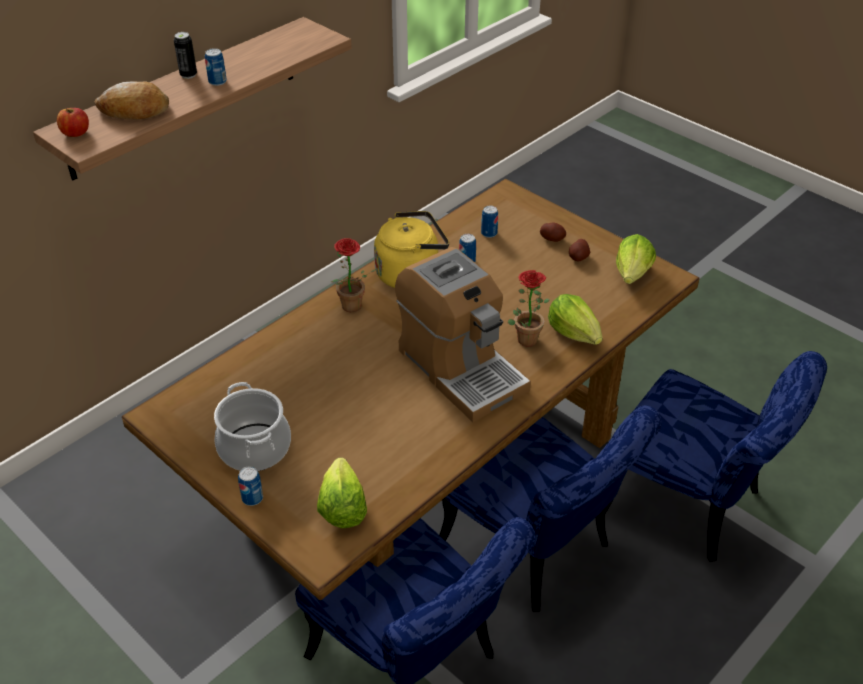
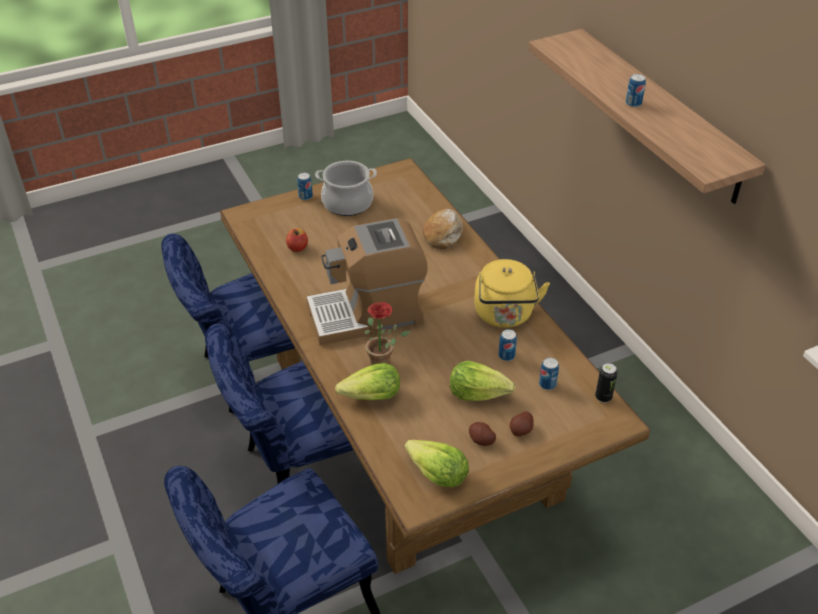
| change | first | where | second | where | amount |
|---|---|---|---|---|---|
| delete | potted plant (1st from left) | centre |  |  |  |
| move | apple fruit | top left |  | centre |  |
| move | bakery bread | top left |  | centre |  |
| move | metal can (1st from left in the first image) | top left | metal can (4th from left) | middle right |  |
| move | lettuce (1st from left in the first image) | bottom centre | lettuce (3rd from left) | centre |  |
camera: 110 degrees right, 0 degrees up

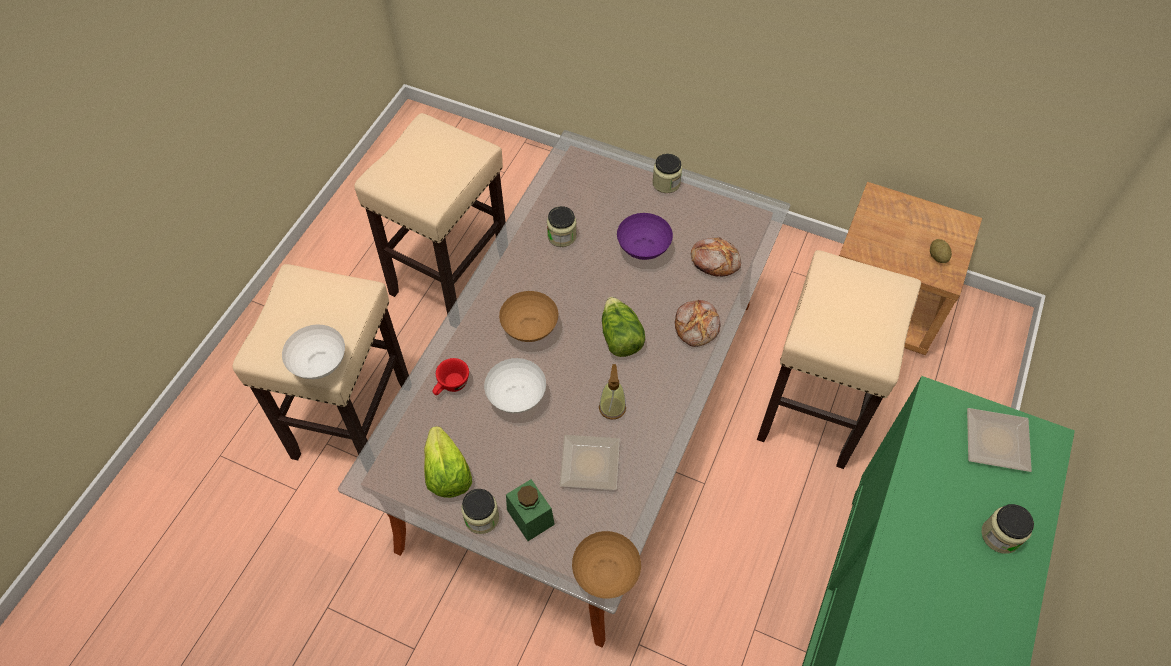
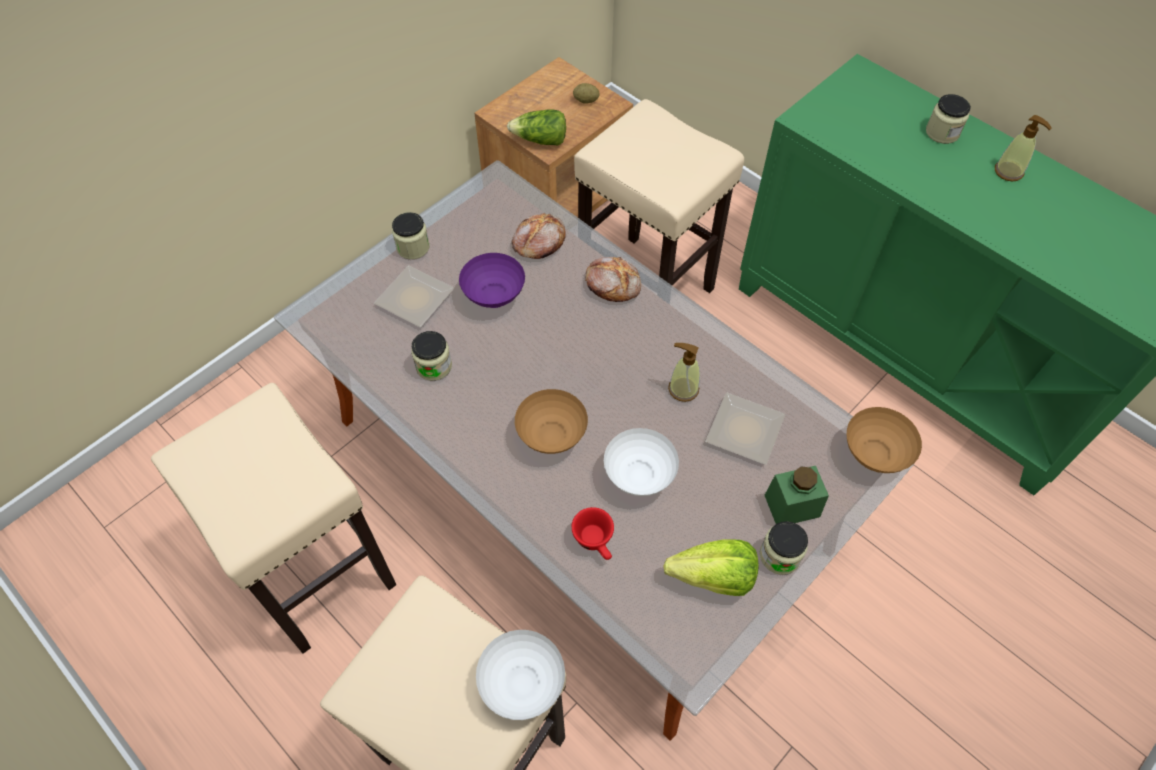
| change | first | where | second | where | amount |
|---|---|---|---|---|---|
| insert |  |  | liquid soap bottle (2nd from left) | top right |  |
| move | lettuce (2nd from left in the first image) | centre | lettuce (1st from left) | top centre |  |
| move | flat dish (2nd from left in the first image) | middle right | flat dish (1st from left) | centre |  |
camera: 70 degrees left, 0 degrees up

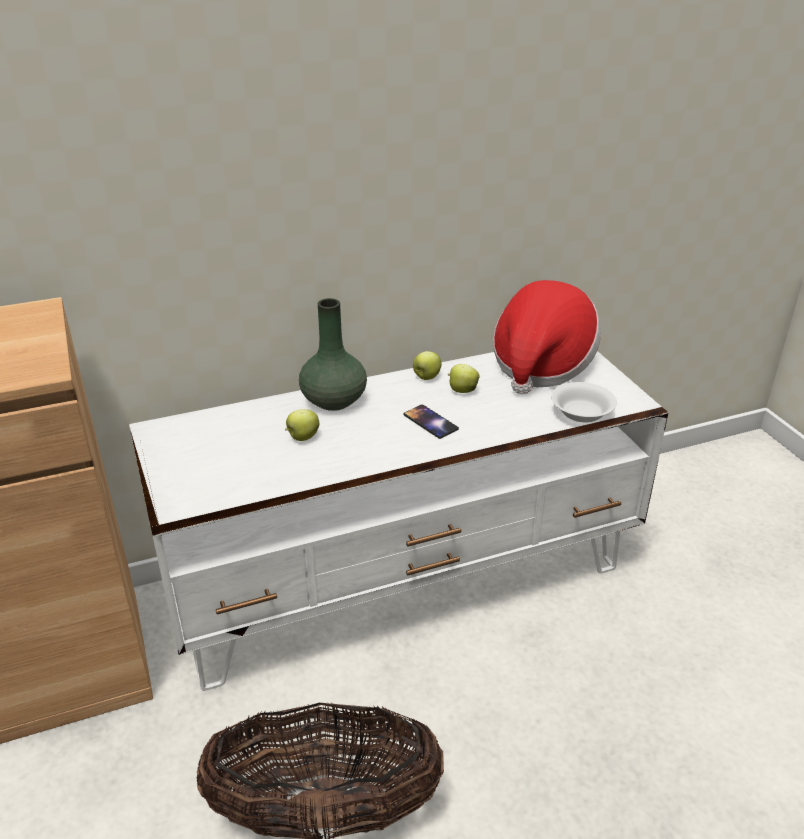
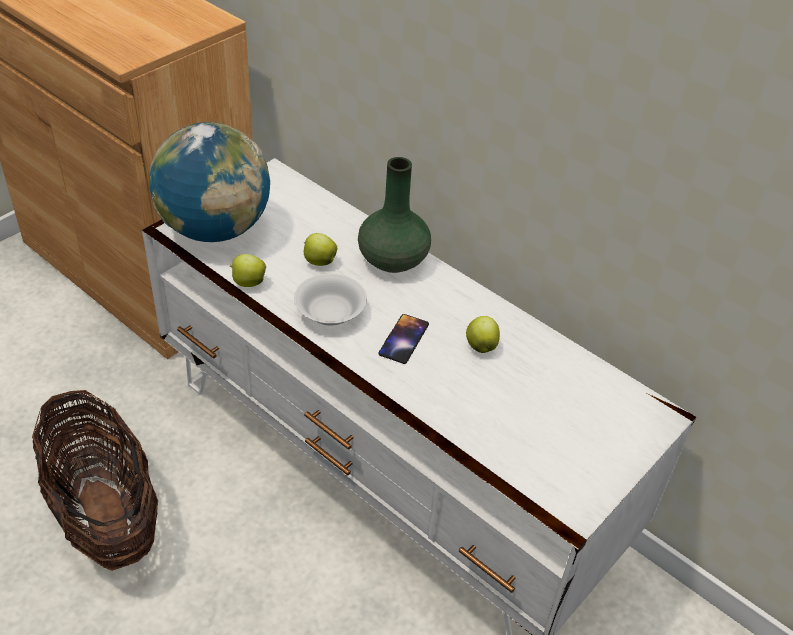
| change | first | where | second | where | amount |
|---|---|---|---|---|---|
| delete | wearable hat | middle right |  |  |  |
| insert |  |  | globe | top left |  |
| move | apple fruit (2nd from left in the first image) | centre | apple fruit (1st from left) | middle left |  |
| move | deep dish/white | middle right |  | centre |  |
camera: 60 degrees right, 10 degrees up

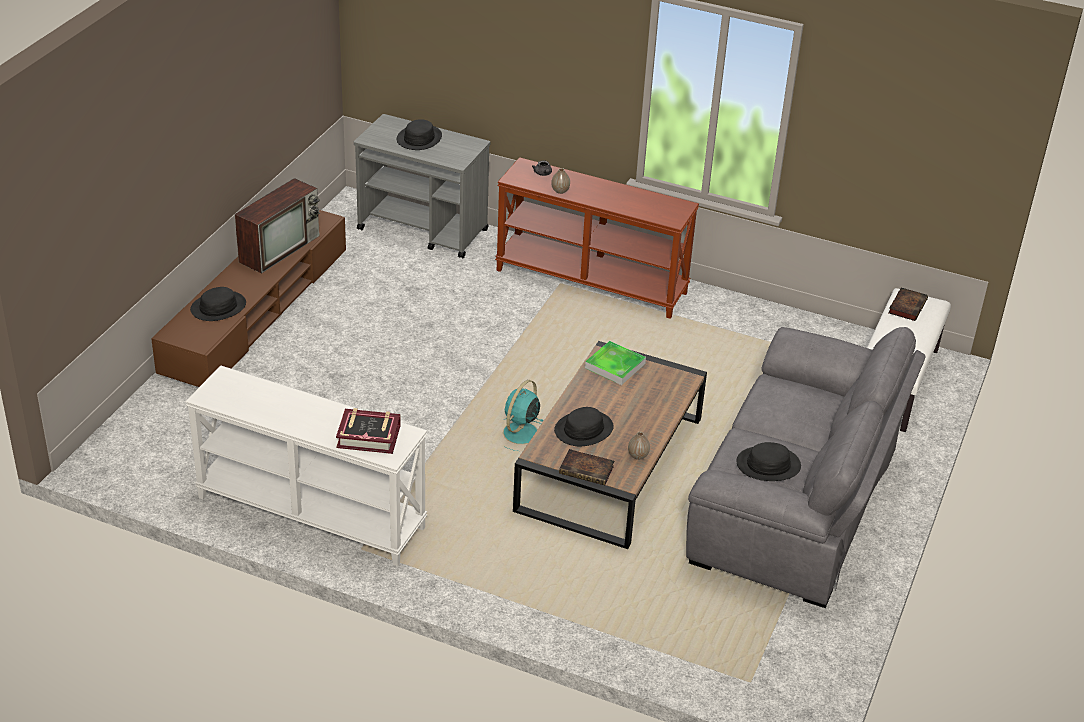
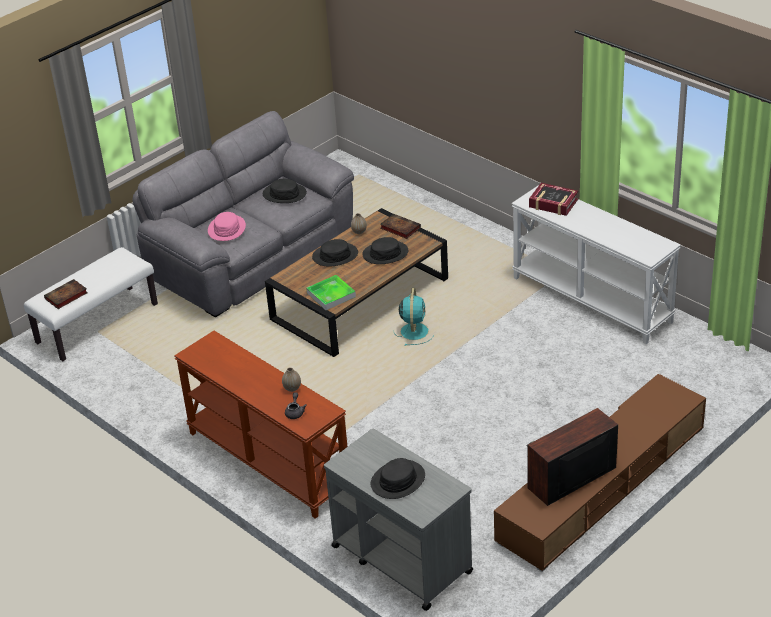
| change | first | where | second | where | amount |
|---|---|---|---|---|---|
| insert |  |  | wearable hat/pink-coloured | middle left |  |
| move | wearable hat/black (1st from left in the first image) | middle left | wearable hat/black (2nd from left) | centre |  |
| rotate | electric fan/turquoise | centre |  | centre | 45 degrees counterclockwise |
camera: 155 degrees left, 0 degrees up

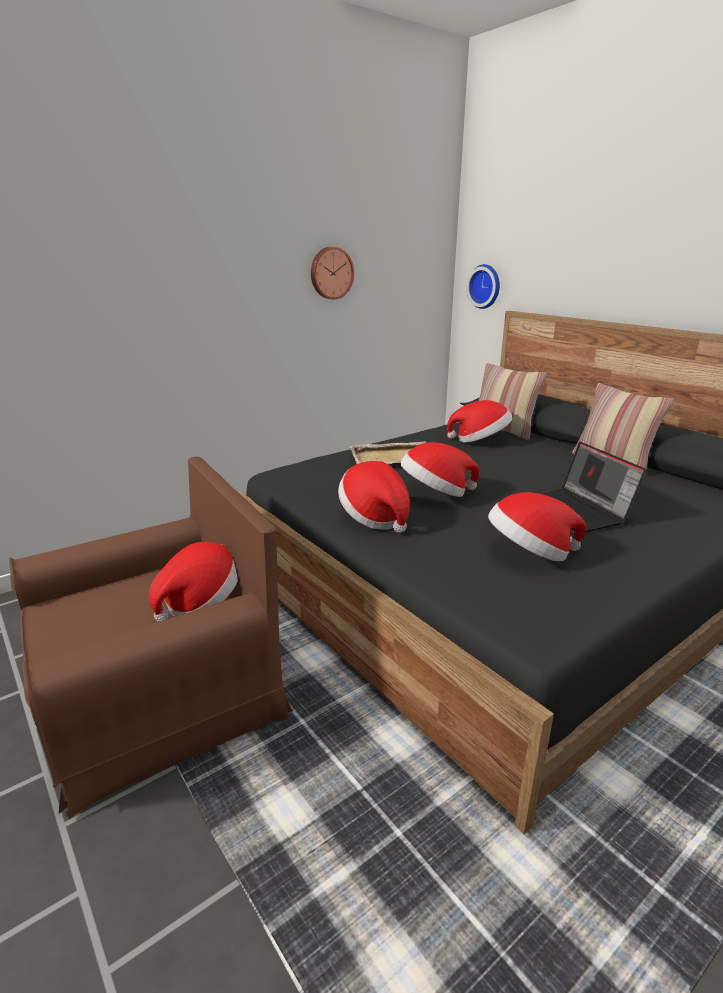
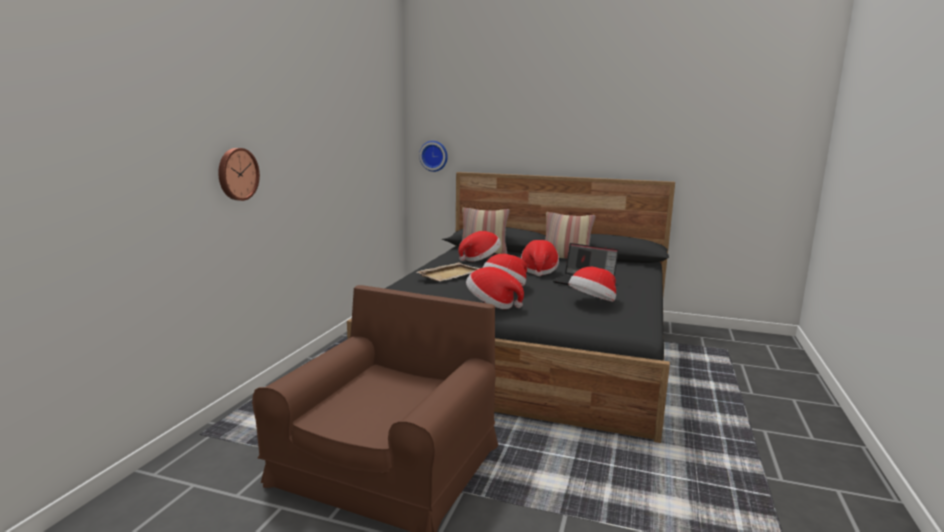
| change | first | where | second | where | amount |
|---|---|---|---|---|---|
| move | wearable hat (1st from left in the first image) | middle left | wearable hat (4th from left) | centre |  |
| move | clock on the wall (1st from left) | top centre |  | top left |  |
camera: 35 degrees left, 10 degrees down

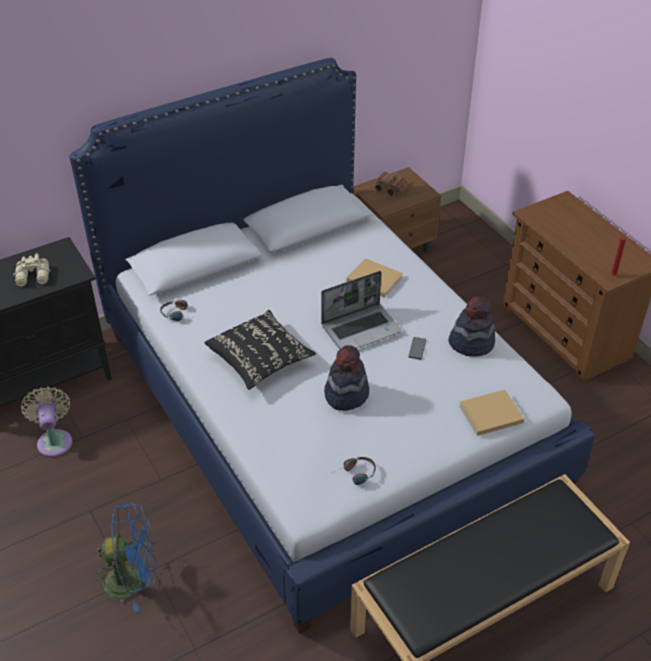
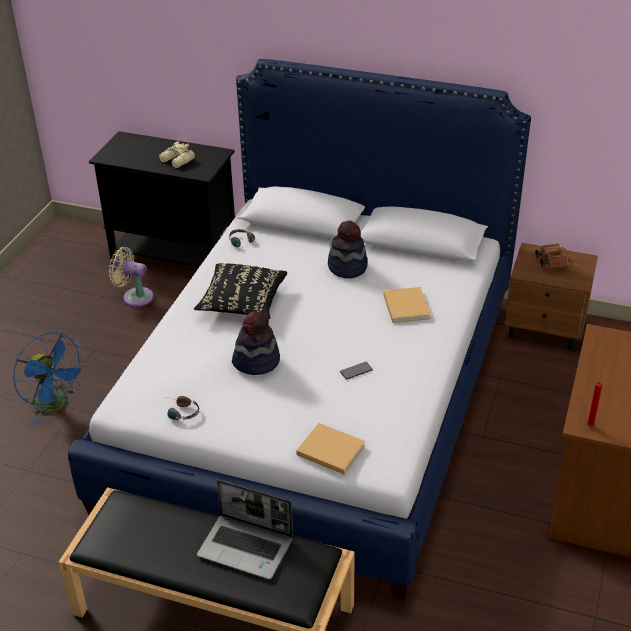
| change | first | where | second | where | amount |
|---|---|---|---|---|---|
| move | laptop | centre |  | bottom centre |  |
| move | wearable hat (2nd from left) | middle right |  | centre |  |
| rotate | electric fan/sand-coloured | middle left |  | middle left | 105 degrees counterclockwise |
camera: 50 degrees right, 5 degrees down

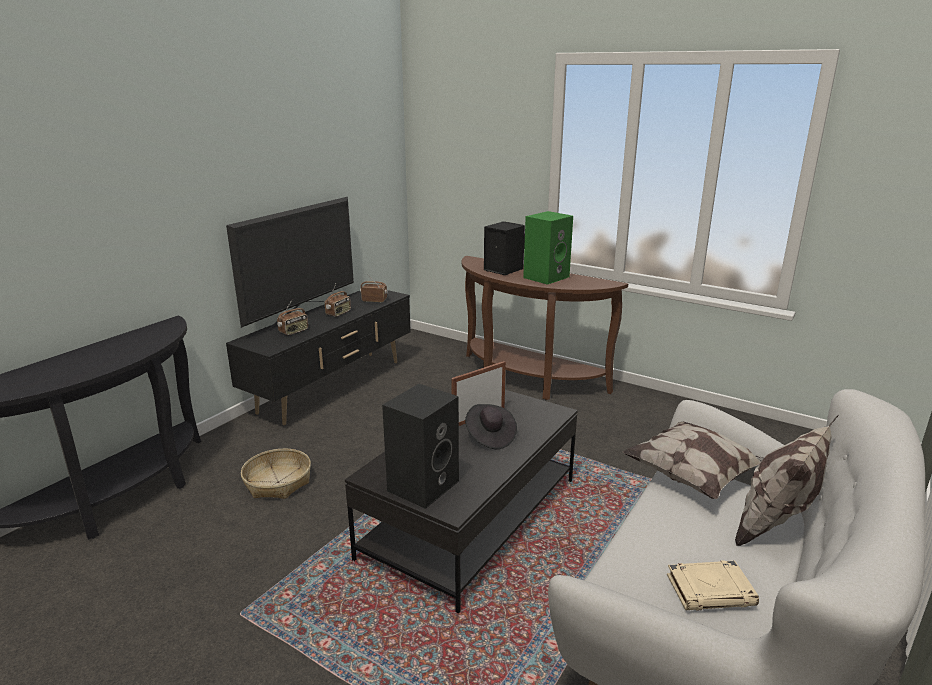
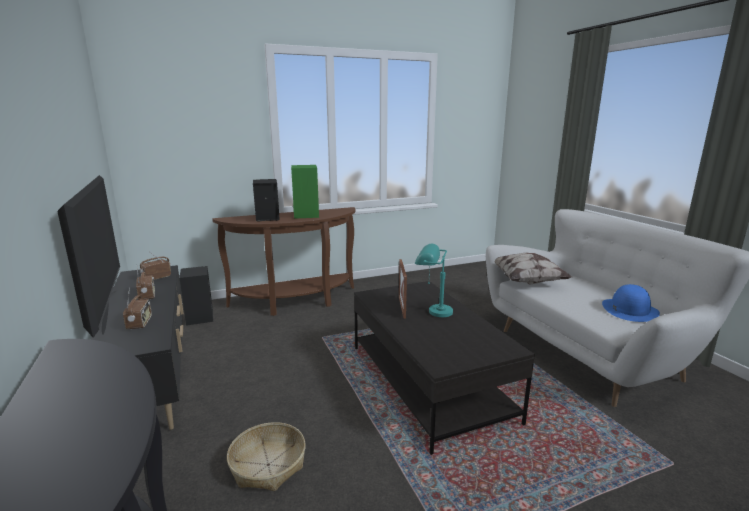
| change | first | where | second | where | amount |
|---|---|---|---|---|---|
| delete | cushion (2nd from left) | bottom right |  |  |  |
| move | audio speaker/black (1st from left) | centre |  | middle left |  |
| replace | wearable hat/black | centre | tabletop lamp/turquoise | centre |  |
| replace | book/sand-coloured | bottom right | wearable hat/blue | middle right |  |
camera: 55 degrees left, 5 degrees down

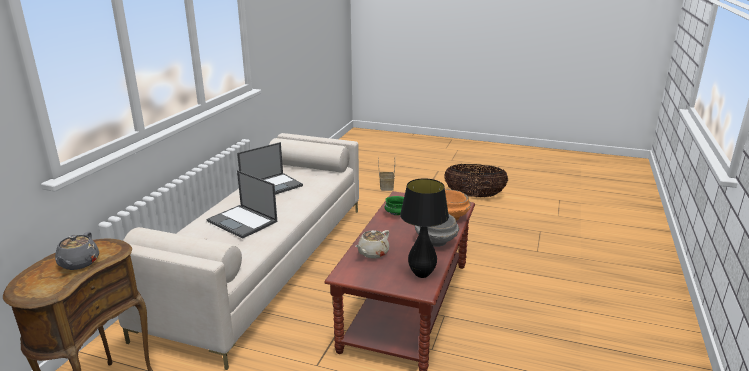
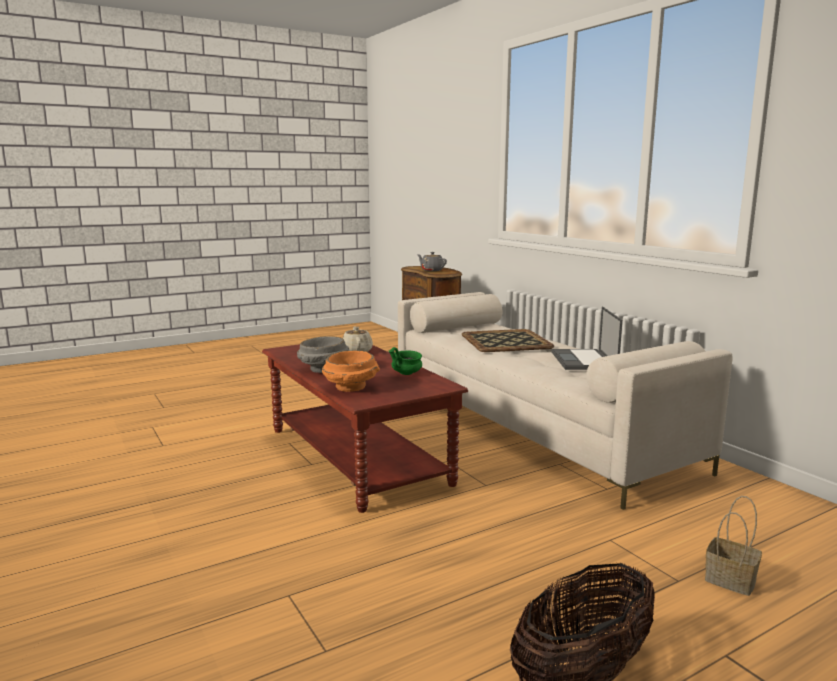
| change | first | where | second | where | amount |
|---|---|---|---|---|---|
| delete | tabletop lamp/black | centre |  |  |  |
| replace | laptop (1st from left) | middle left | serving tray | centre |  |
camera: 130 degrees right, 10 degrees down

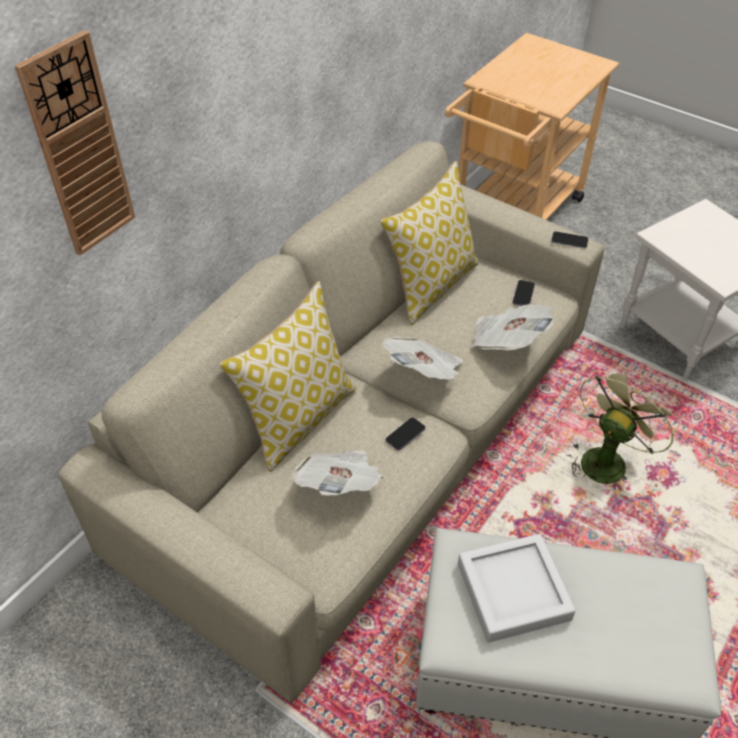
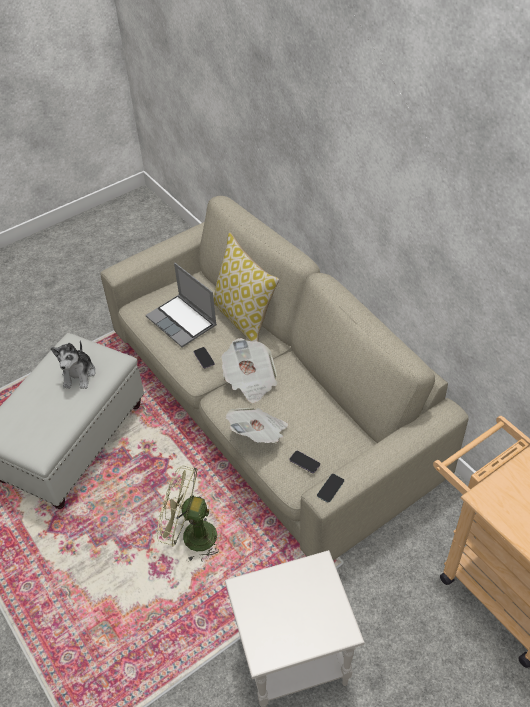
| change | first | where | second | where | amount |
|---|---|---|---|---|---|
| delete | clock on the wall | top left |  |  |  |
| delete | cushion (2nd from left) | top centre |  |  |  |
| replace | newspaper (1st from left) | centre | laptop | centre |  |
| replace | serving tray/greyish | bottom right | cuddly toy | middle left |  |
| rotate | electric fan/greenish | middle right |  | bottom centre | 135 degrees clockwise |
camera: 110 degrees right, 0 degrees up

